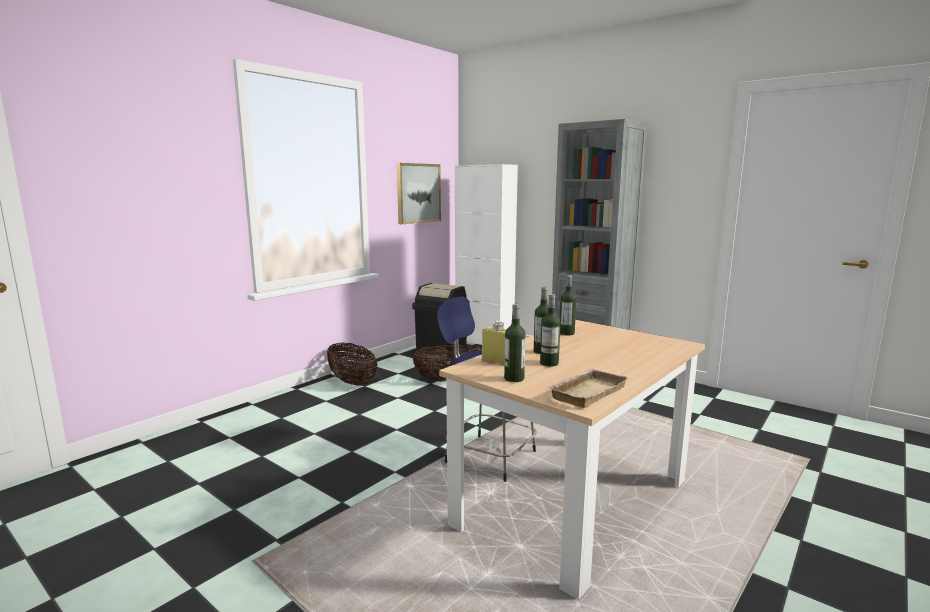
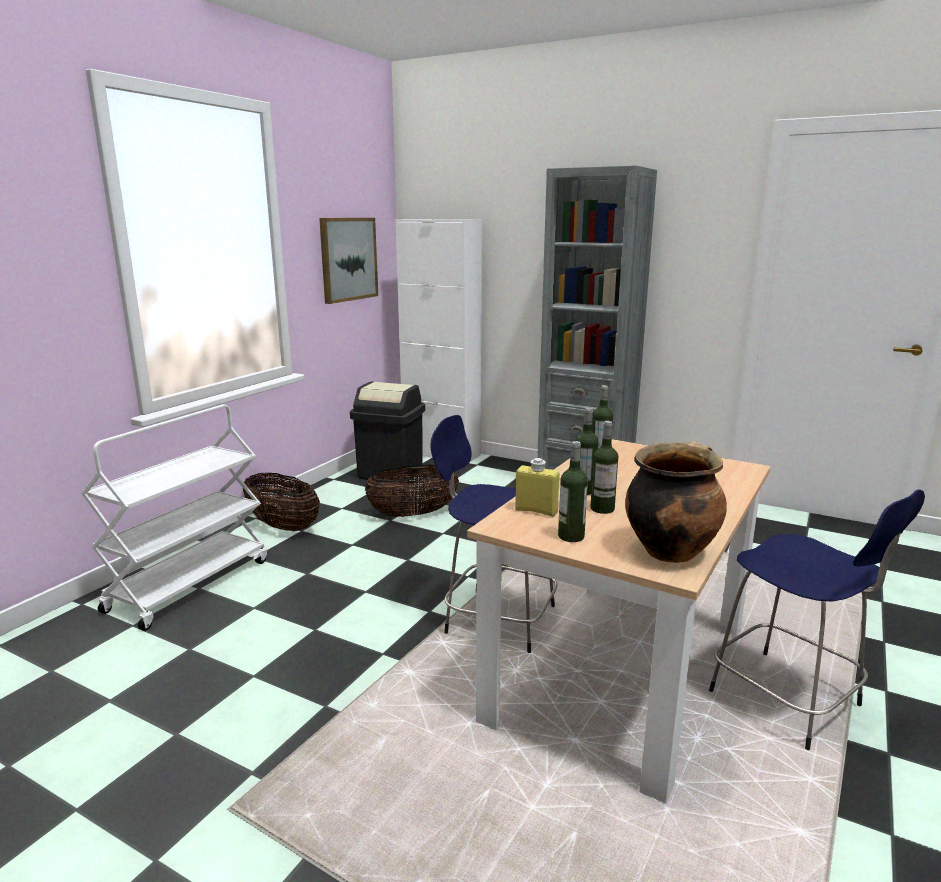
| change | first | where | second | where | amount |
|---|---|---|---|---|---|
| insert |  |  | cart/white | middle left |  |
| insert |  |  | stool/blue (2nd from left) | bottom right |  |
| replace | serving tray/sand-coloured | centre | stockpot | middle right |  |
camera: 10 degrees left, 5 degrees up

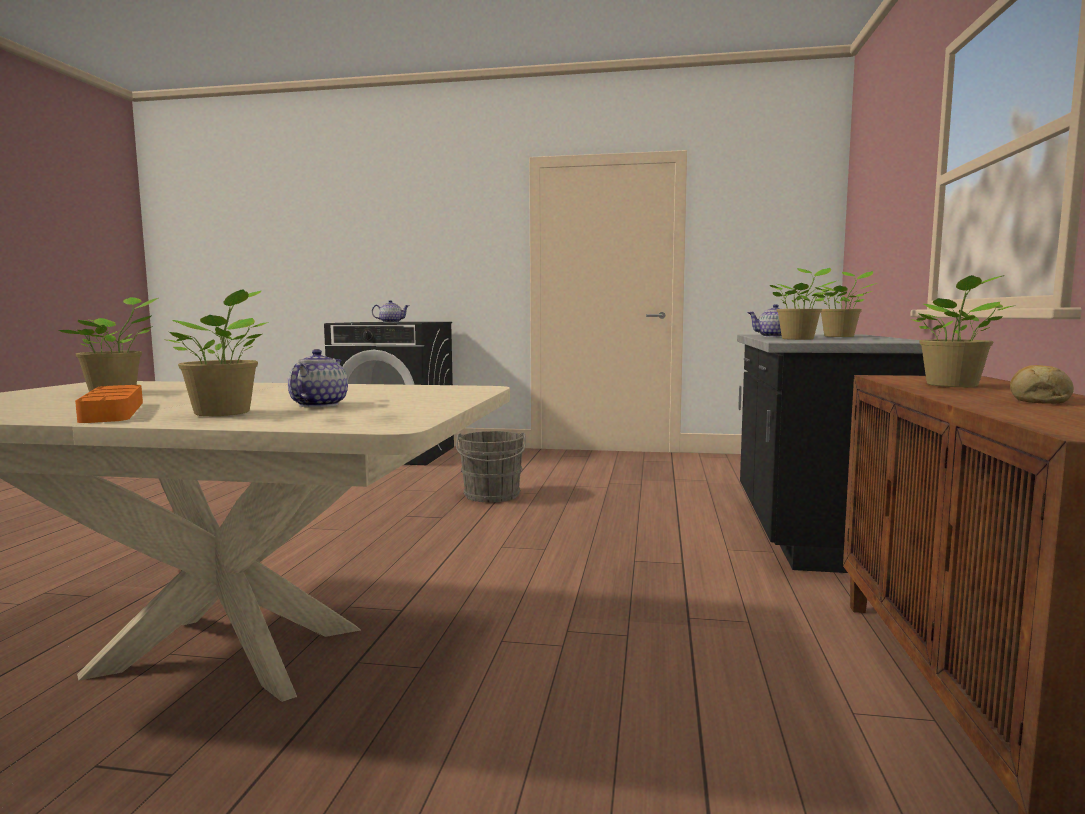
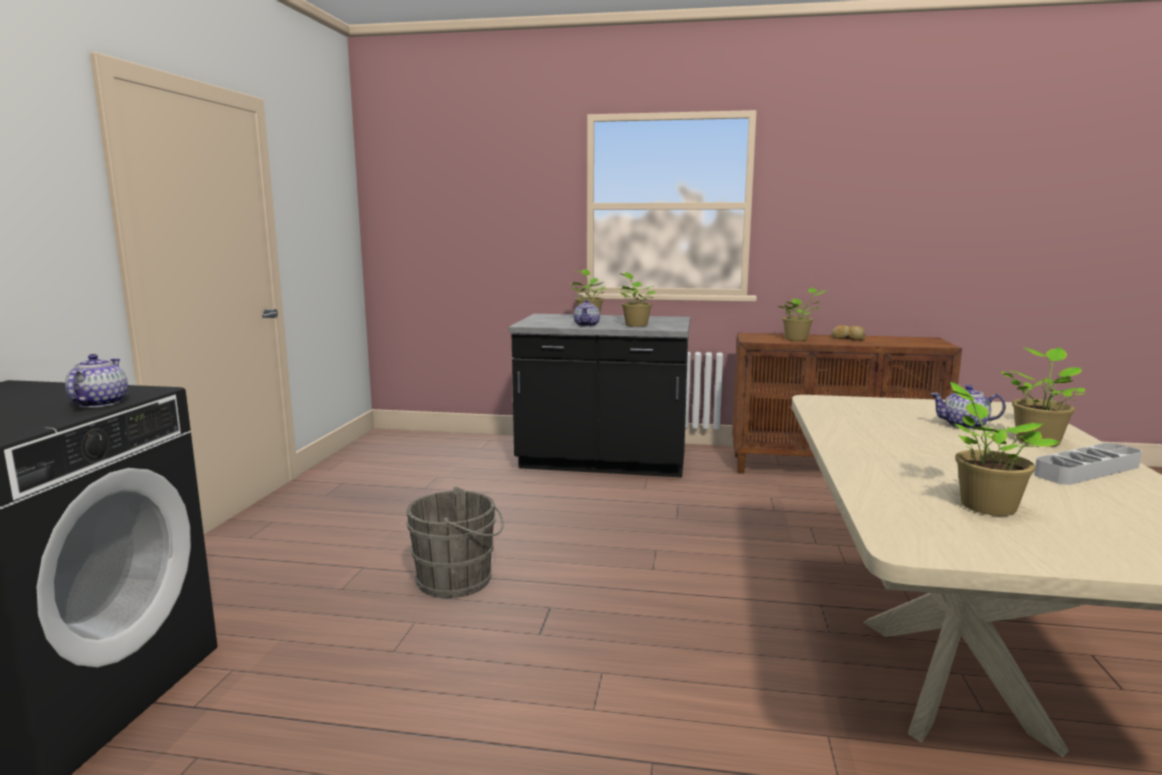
| change | first | where | second | where | amount |
|---|---|---|---|---|---|
| recolor | serving tray/orangey | middle left | serving tray/greyish | middle right |  |
camera: 90 degrees left, 5 degrees up

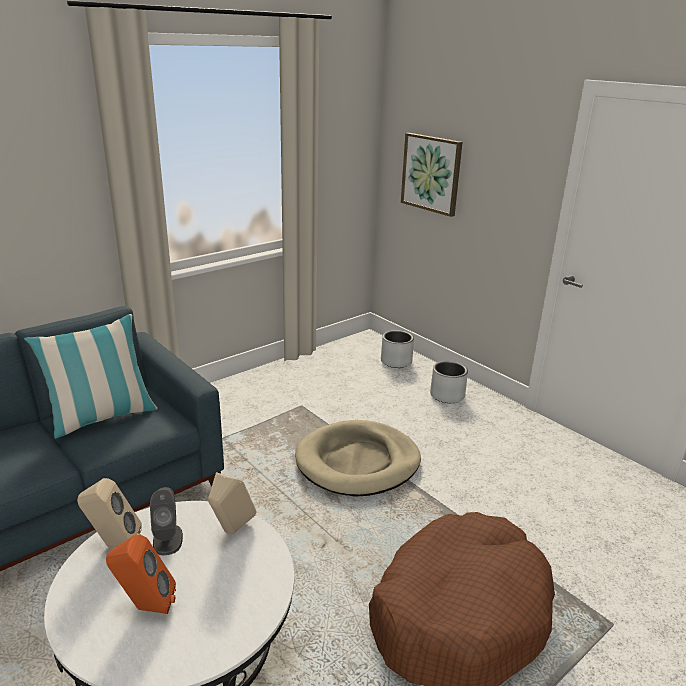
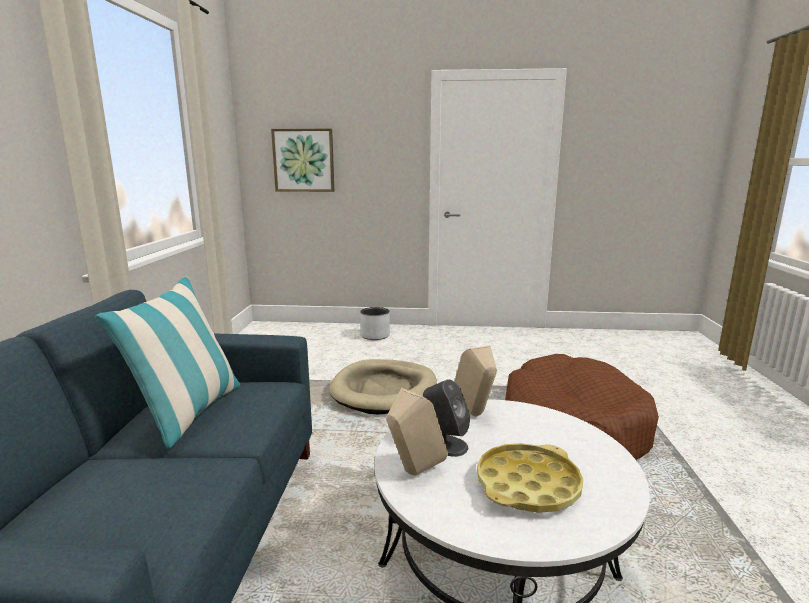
| change | first | where | second | where | amount |
|---|---|---|---|---|---|
| delete | planter/greyish (1st from left) | centre |  |  |  |
| replace | audio speaker/orangey | bottom left | serving tray/yellow-coloured | bottom centre |  |
camera: 45 degrees left, 10 degrees down

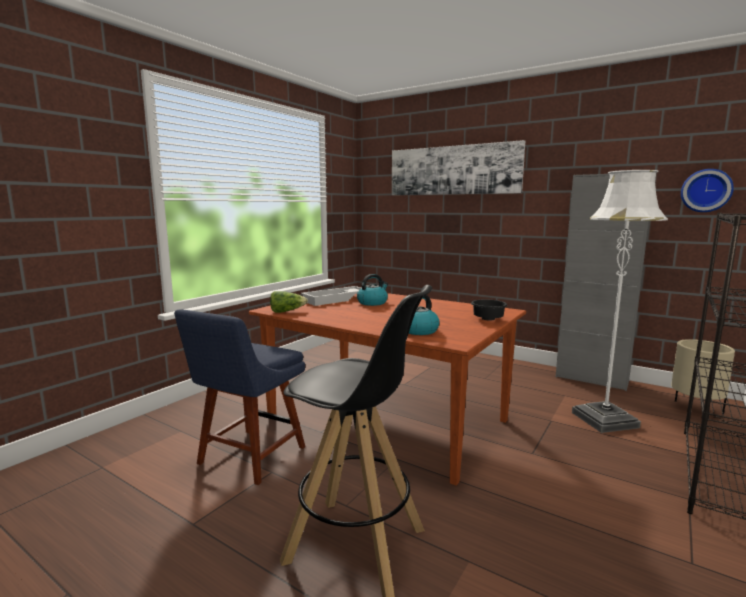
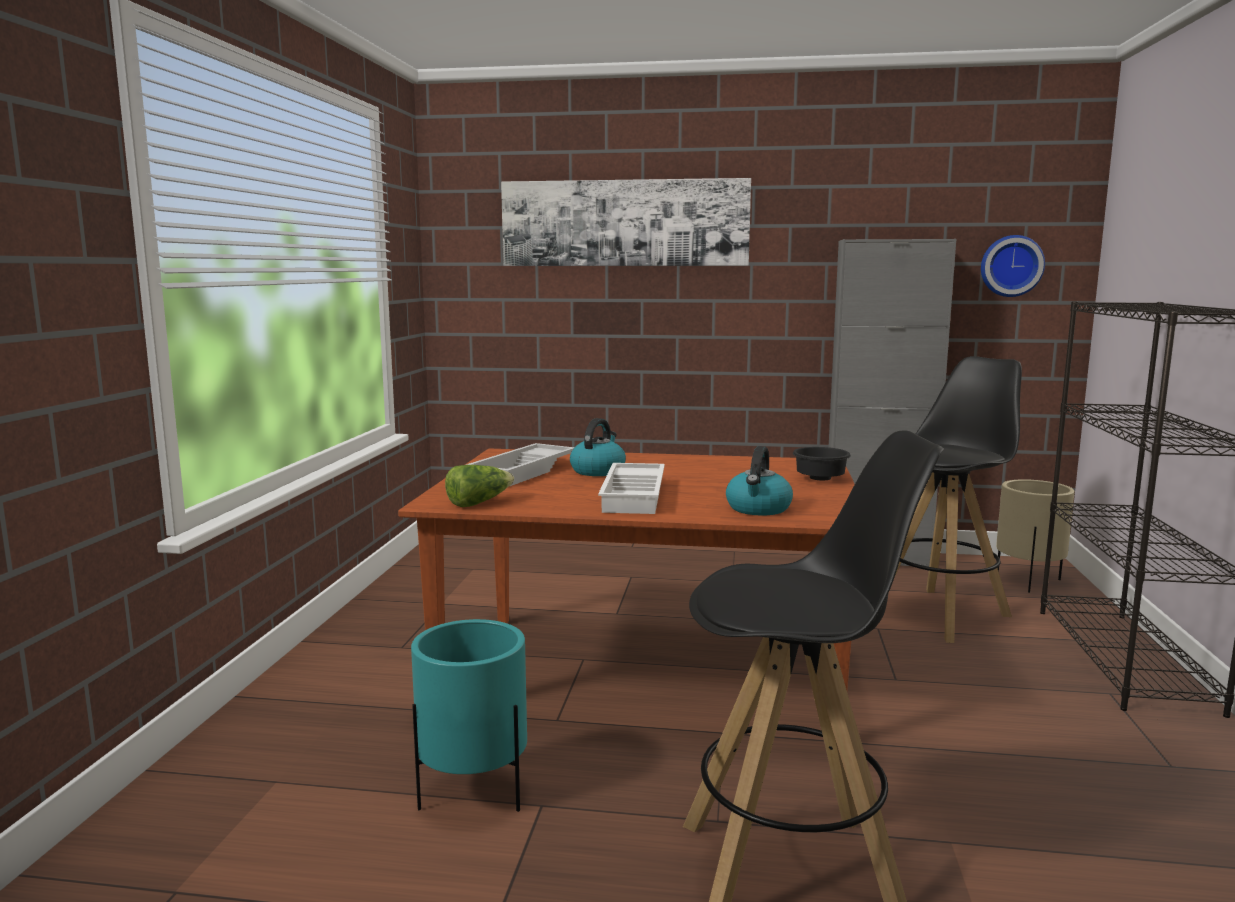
| change | first | where | second | where | amount |
|---|---|---|---|---|---|
| insert |  |  | serving tray/white (2nd from left) | centre |  |
| replace | upright chair/blue | middle left | planter/turquoise | bottom centre |  |
| replace | standard lamp/white | middle right | stool/black (2nd from left) | middle right |  |
camera: 25 degrees left, 0 degrees up

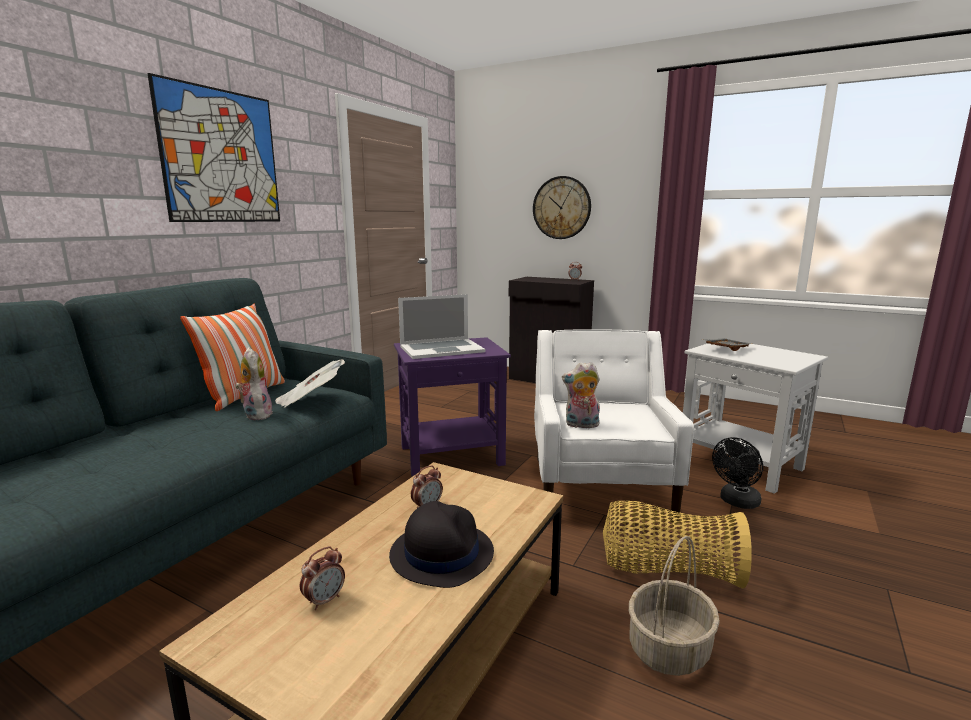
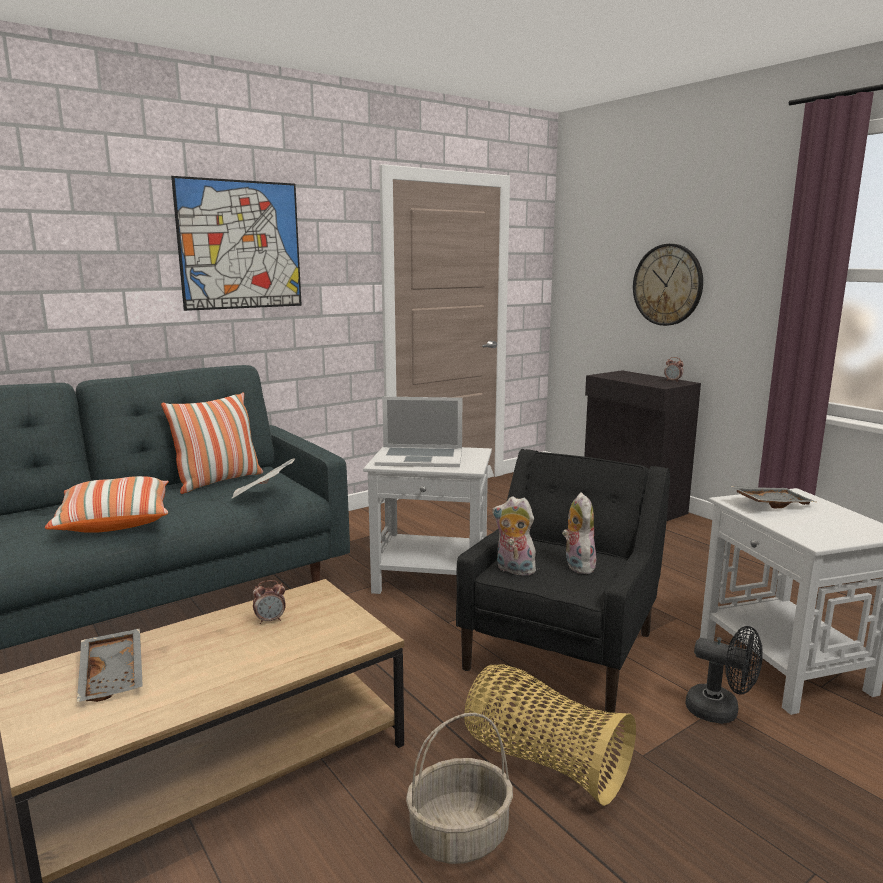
| change | first | where | second | where | amount |
|---|---|---|---|---|---|
| delete | wearable hat/black | bottom centre |  |  |  |
| insert |  |  | cushion (1st from left) | middle left |  |
| move | cuddly toy (1st from left in the first image) | middle left | cuddly toy (2nd from left) | centre |  |
| replace | bedside clock (1st from left) | bottom left | serving tray/greyish (1st from left) | bottom left |  |
| recolor | end table/purple-coloured | centre | end table/white (1st from left) | centre |  |
| recolor | lounge chair/white | centre | lounge chair/black | centre |  |
| rotate | electric fan/black | middle right |  | bottom right | 135 degrees counterclockwise |
camera: 25 degrees right, 0 degrees up

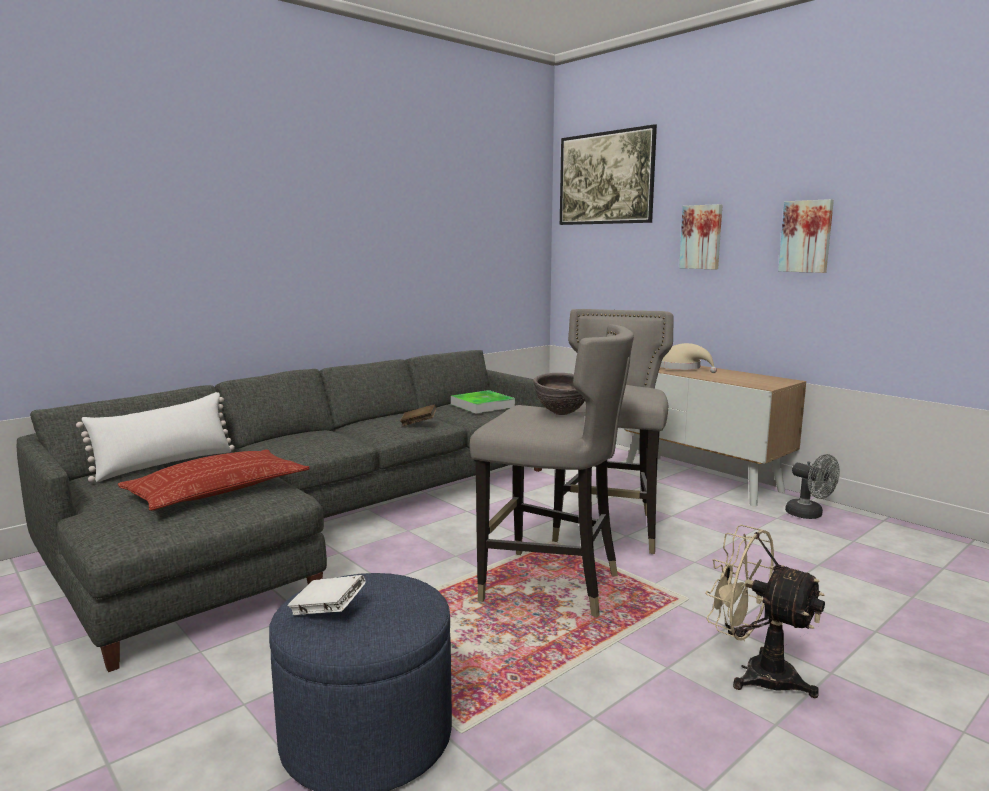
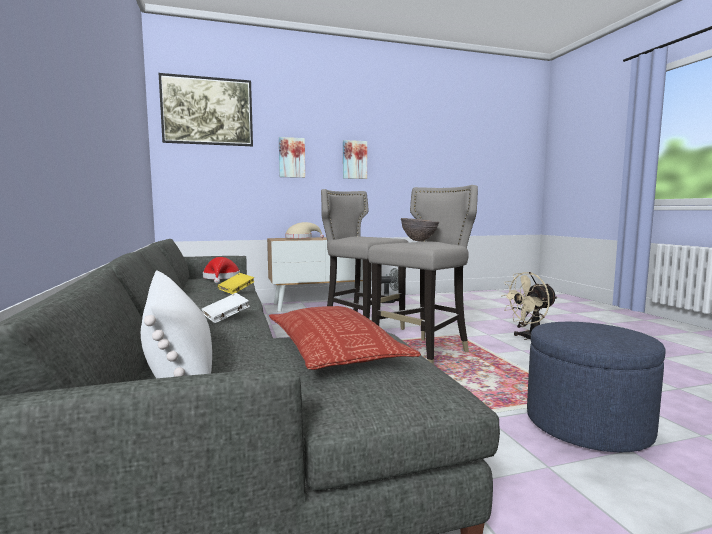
| change | first | where | second | where | amount |
|---|---|---|---|---|---|
| move | book/white | bottom left |  | middle left |  |
| replace | serving tray | centre | wearable hat/red | middle left |  |
| recolor | book/brown-coloured | centre | book/yellow-coloured | middle left |  |
camera: 65 degrees left, 5 degrees down

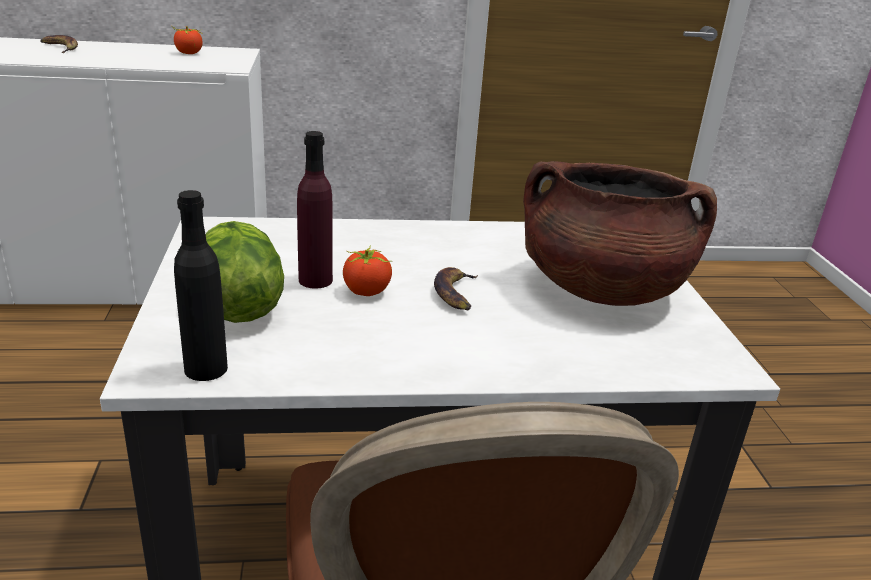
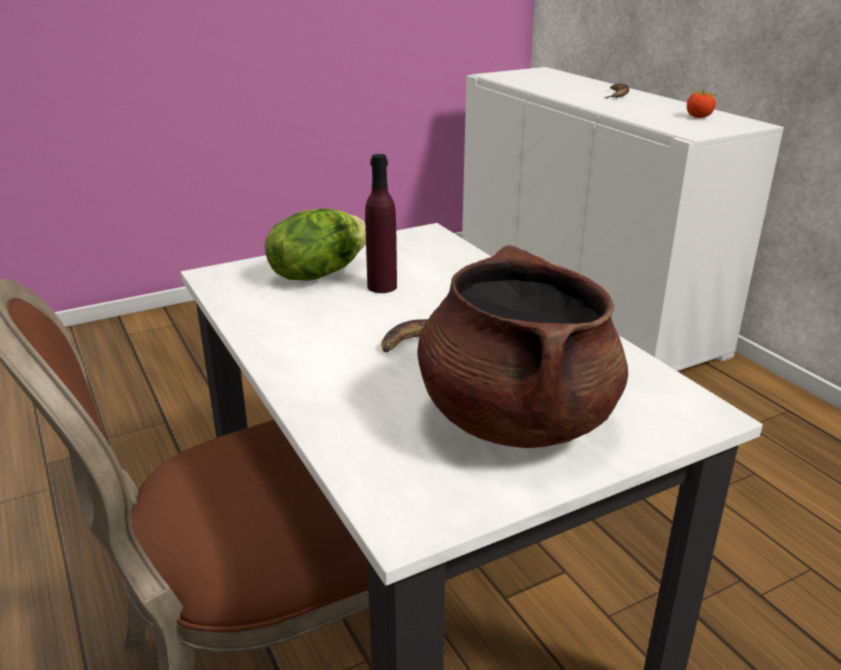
| change | first | where | second | where | amount |
|---|---|---|---|---|---|
| delete | bottle/black | middle left |  |  |  |
| delete | whole tomato (2nd from left) | centre |  |  |  |
camera: 70 degrees right, 0 degrees up

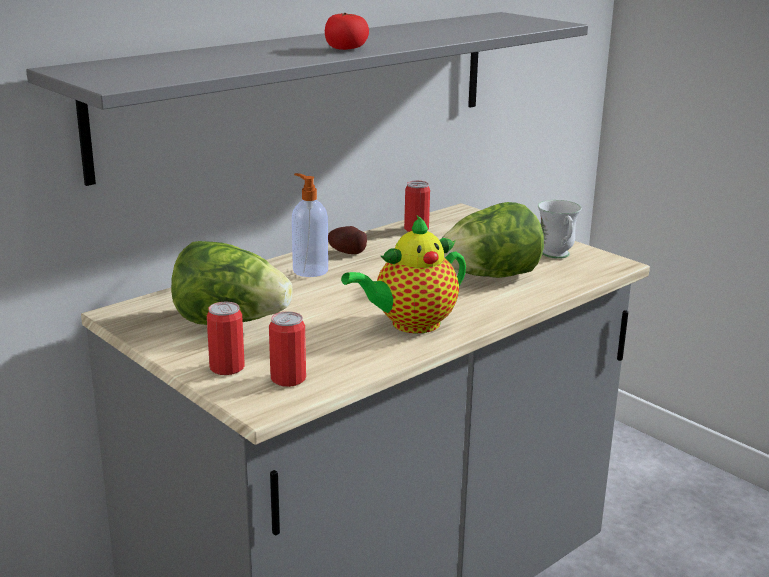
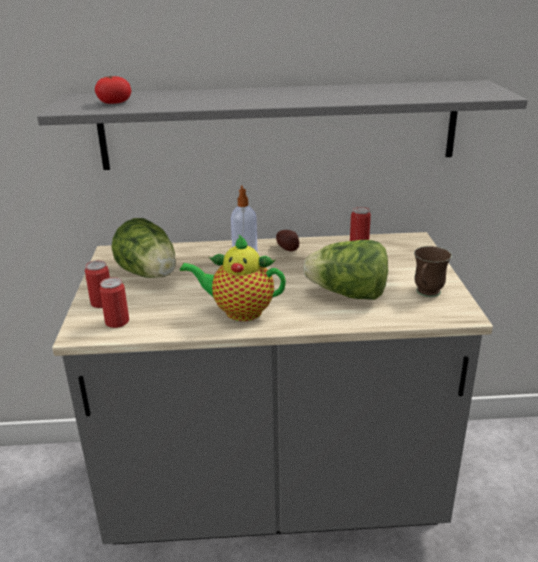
| change | first | where | second | where | amount |
|---|---|---|---|---|---|
| move | whole tomato | top centre |  | top left |  |
| recolor | coffee mug/white | middle right | coffee mug/brown-coloured | middle right |  |
camera: 40 degrees right, 5 degrees up

